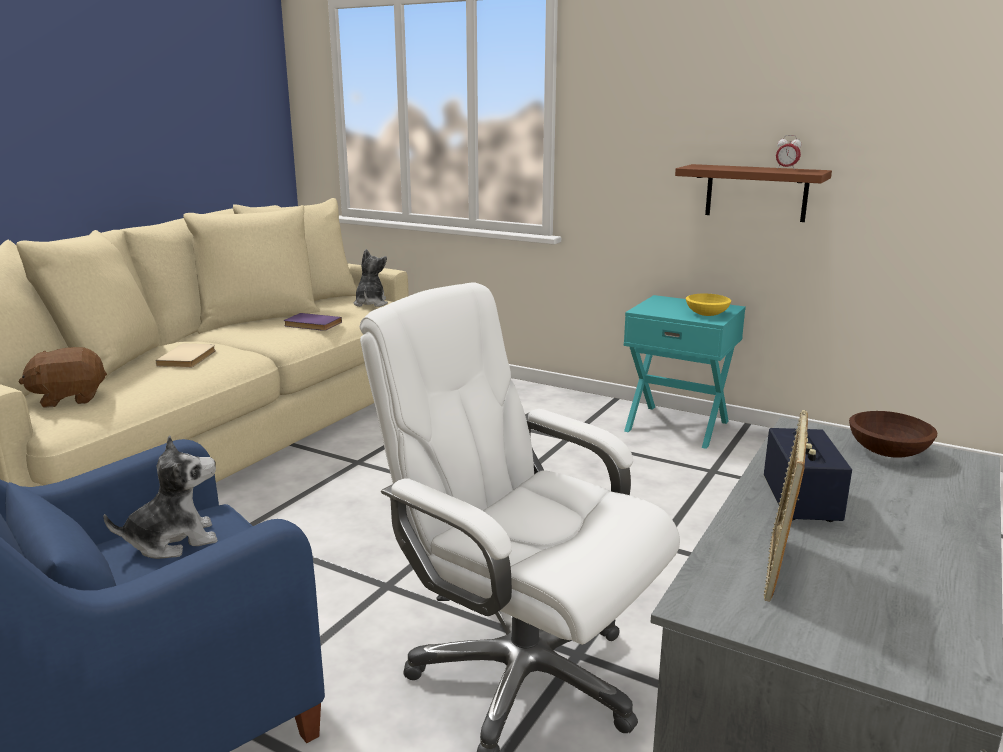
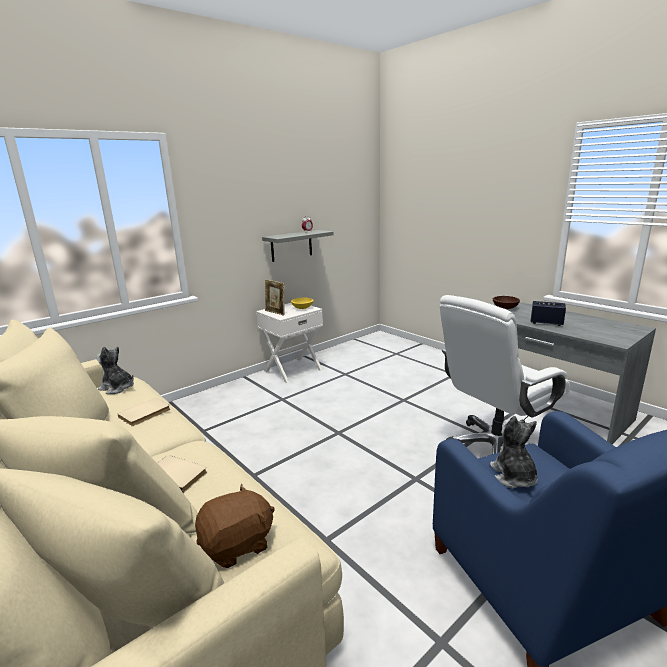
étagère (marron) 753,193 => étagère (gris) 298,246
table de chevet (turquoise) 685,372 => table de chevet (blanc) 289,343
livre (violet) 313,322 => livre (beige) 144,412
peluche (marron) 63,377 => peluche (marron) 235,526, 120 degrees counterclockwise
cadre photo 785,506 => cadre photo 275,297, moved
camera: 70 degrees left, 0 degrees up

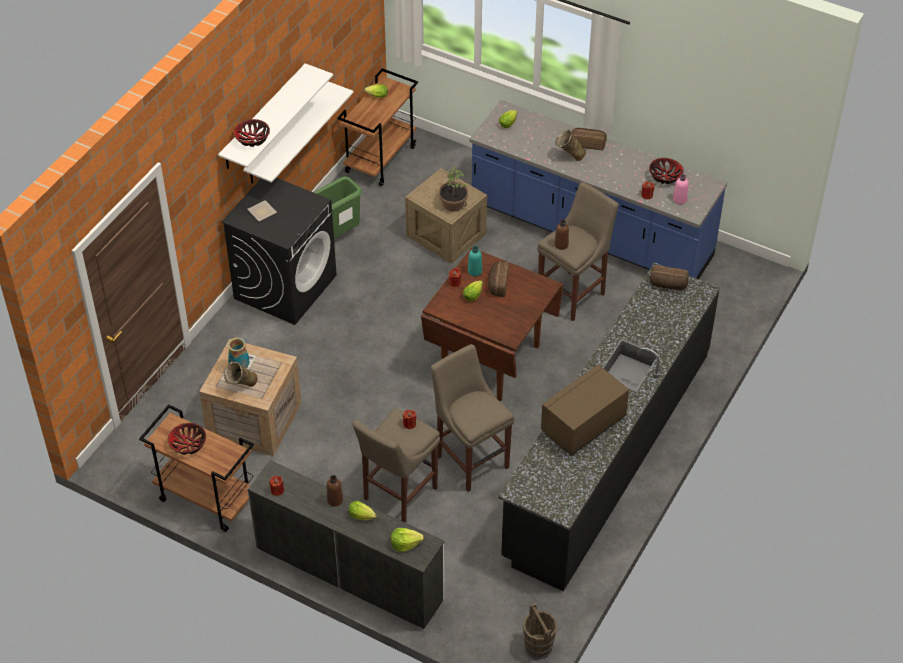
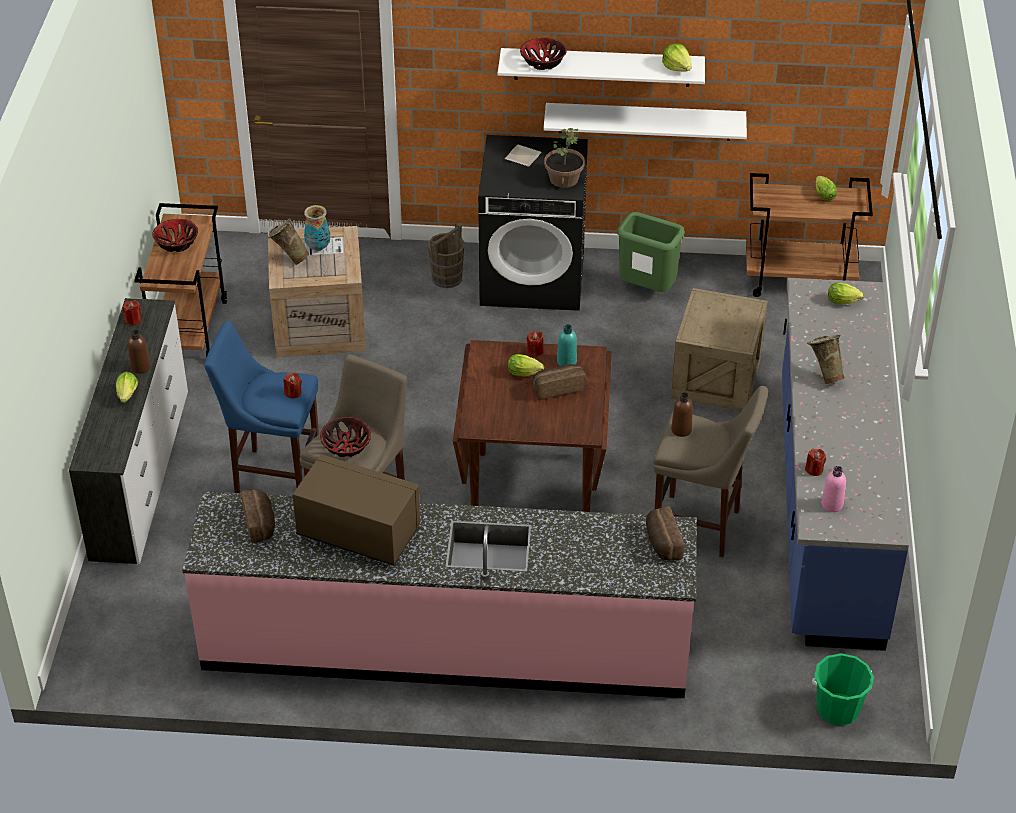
pain 589,139 => pain 258,516, moved
bol 666,171 => bol 345,437, moved
plante en pot 453,189 => plante en pot 564,158, moved
comptoir de cuisine (noir) 609,427 => comptoir de cuisine (rose) 439,594
tabouret (beige) 396,465 => tabouret (bleu) 261,407
laitue 407,540 => laitue 677,57, moved
seau (marron) 540,631 => seau (marron) 446,255, moved
nothing => seau (vert) 843,689
camera: 65 degrees right, 5 degrees down

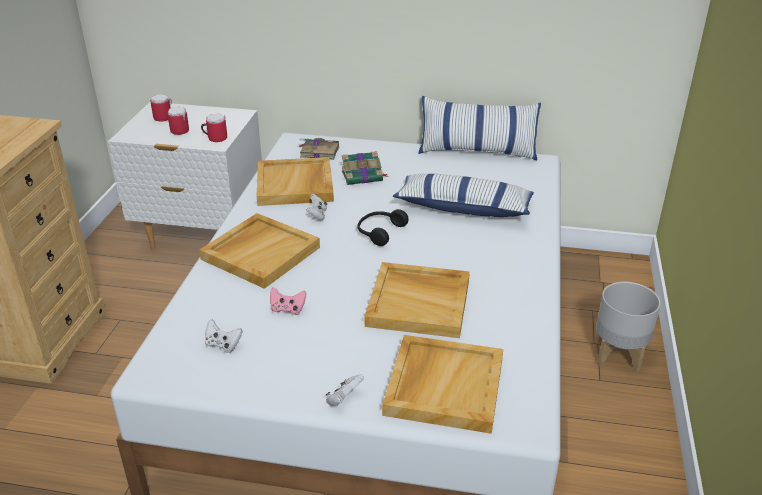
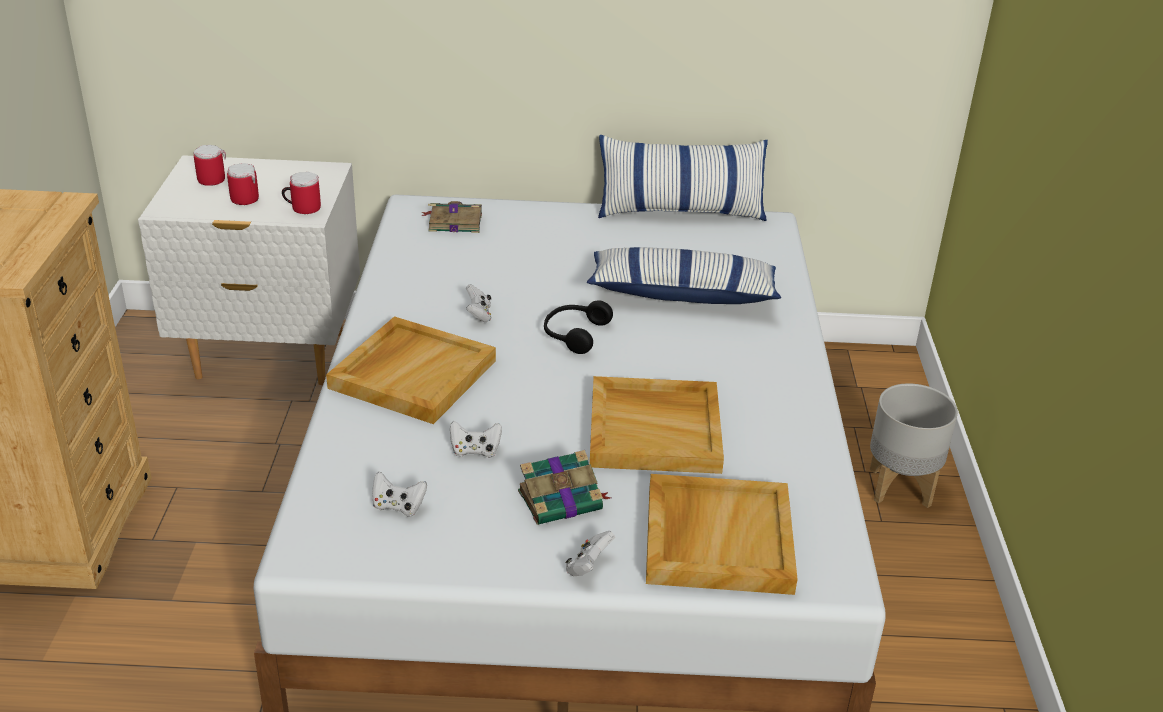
livre 365,168 => livre 564,487, moved
plateau (beige) 295,181 => nothing
manette (rose) 288,301 => manette (blanc) 476,439
camera: 10 degrees left, 0 degrees up

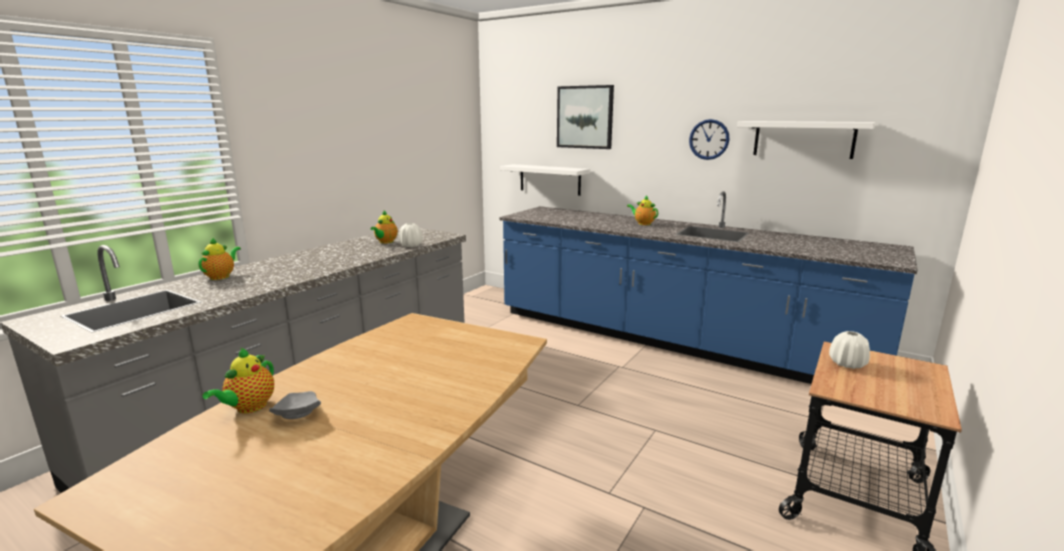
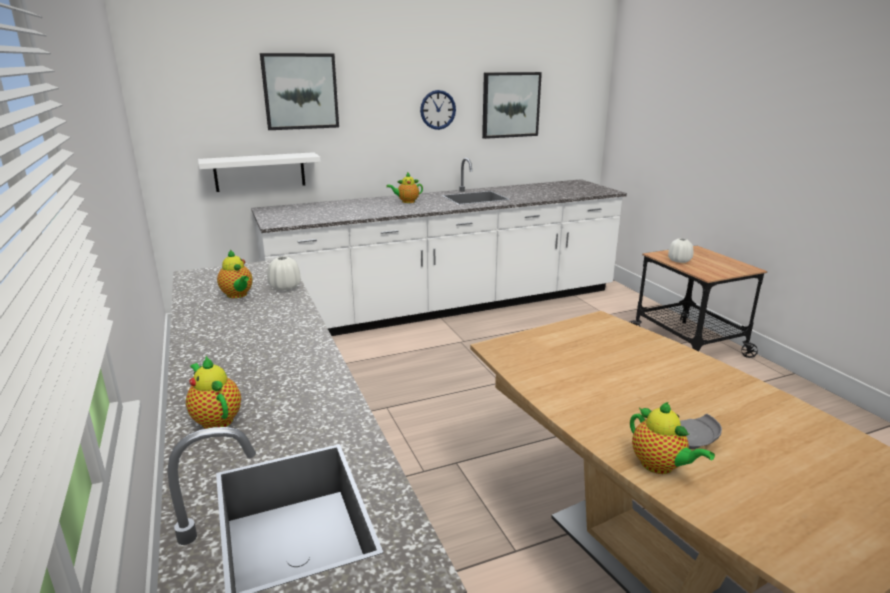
étagère (blanc) 806,140 => tableau 512,105
comptoir de cuisine (bleu) 708,287 => comptoir de cuisine (blanc) 439,247
camera: 55 degrees left, 5 degrees up

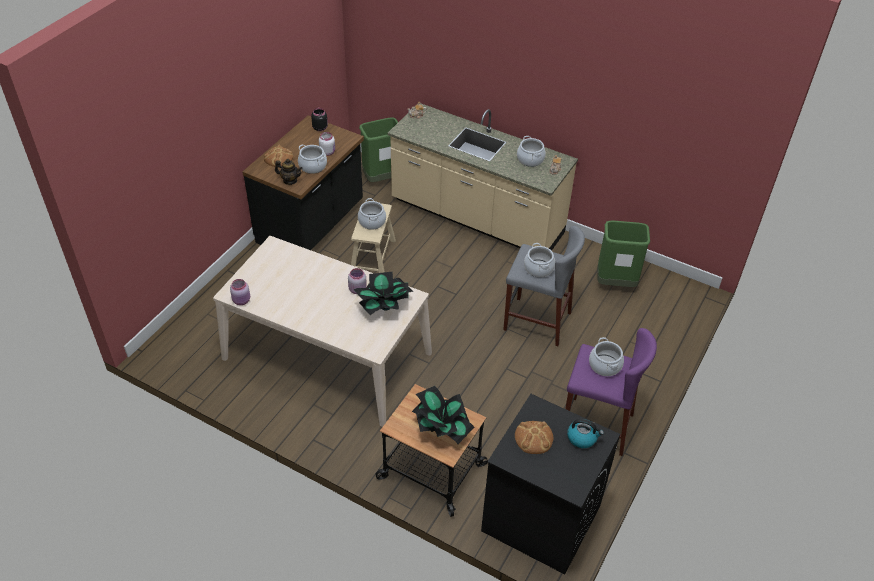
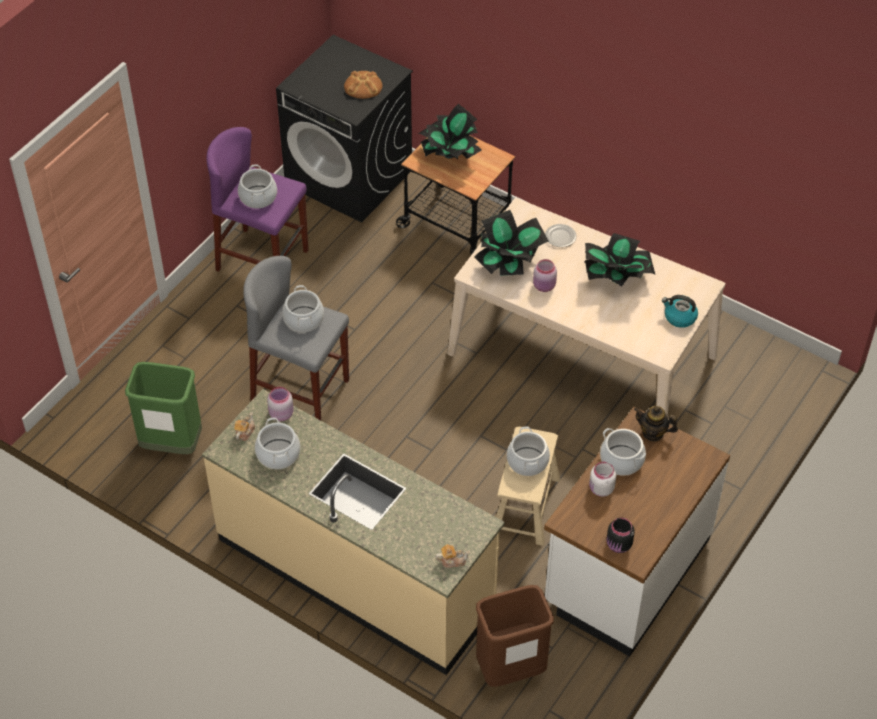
comptoir de cuisine (noir) 303,182 => comptoir de cuisine (blanc) 637,532
poubelle (vert) 378,150 => poubelle (marron) 515,636
pain 278,156 => nothing
bocal (rose) 240,292 => bocal (rose) 280,404, moved
bouilloire 585,433 => bouilloire 680,311, moved
nothing => assiette 561,235
nothing => plante en pot 620,259
camera: 175 degrees left, 5 degrees up

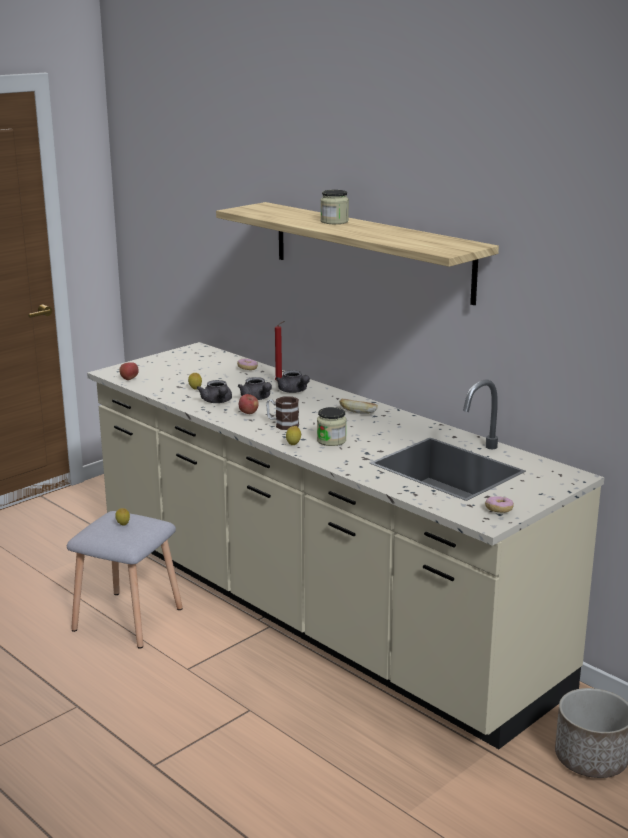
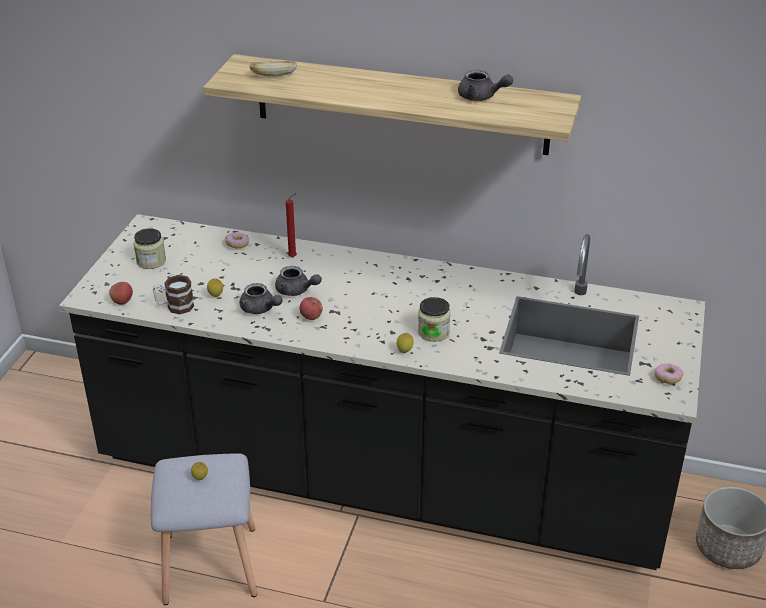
bocal 334,207 => bocal 150,248, moved
comptoir de cuisine (beige) 345,545 => comptoir de cuisine (noir) 382,392
théière (gris) 293,381 => théière (gris) 485,85, moved
mug 282,413 => mug 173,294, moved
pain 358,406 => pain 273,69, moved
camera: 30 degrees left, 15 degrees up

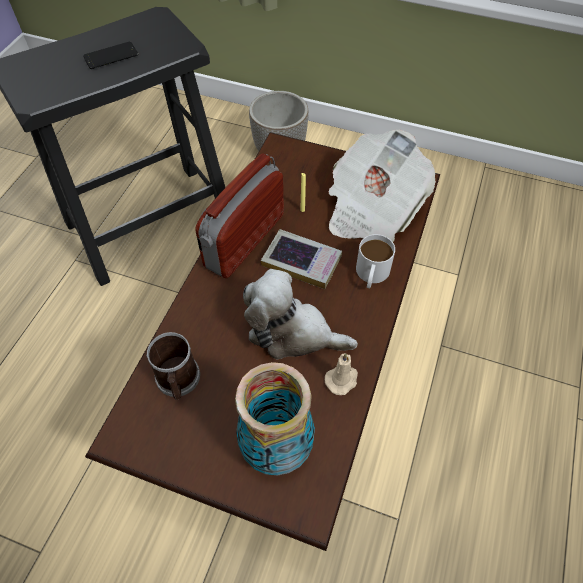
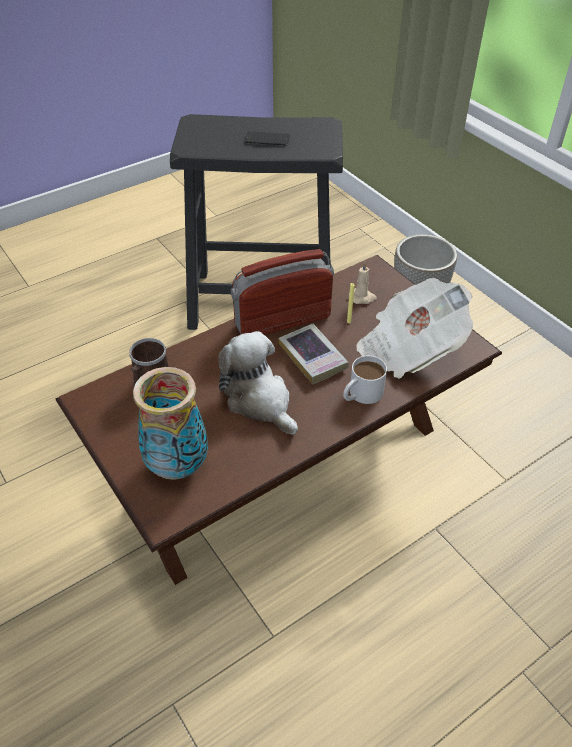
bougie (beige) 341,374 => bougie (beige) 365,283, moved
camera: 35 degrees right, 10 degrees down

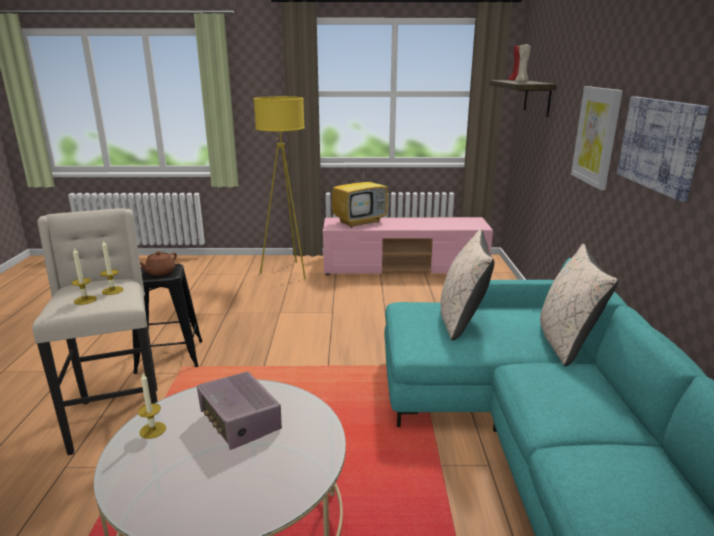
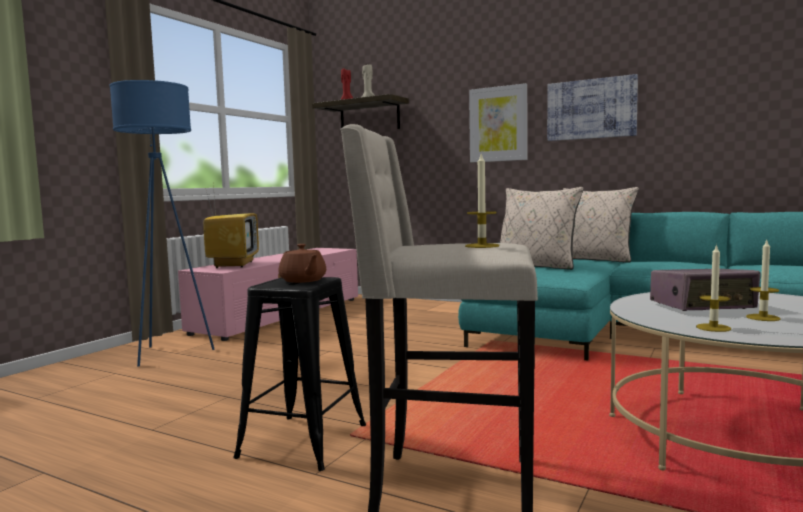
lampadaire (jaune) 279,187 => lampadaire (bleu) 162,223
bougie 112,267 => bougie 763,280, moved
camera: 60 degrees left, 15 degrees down

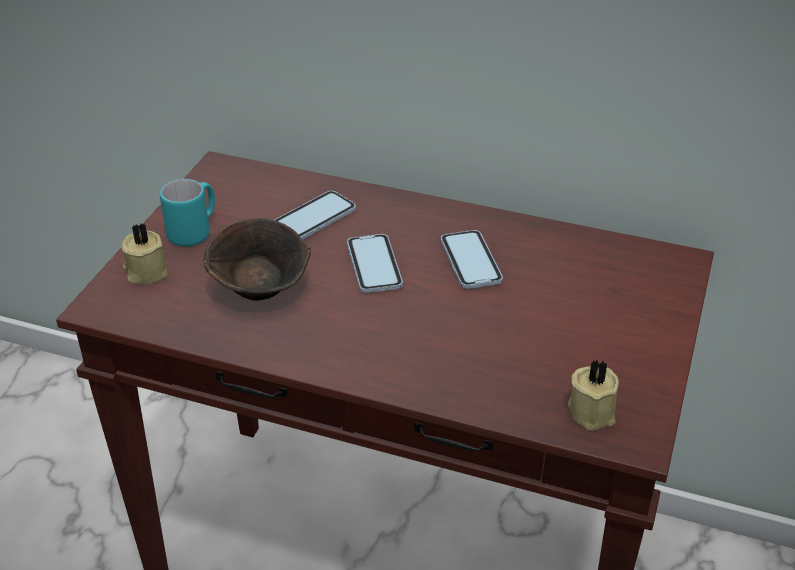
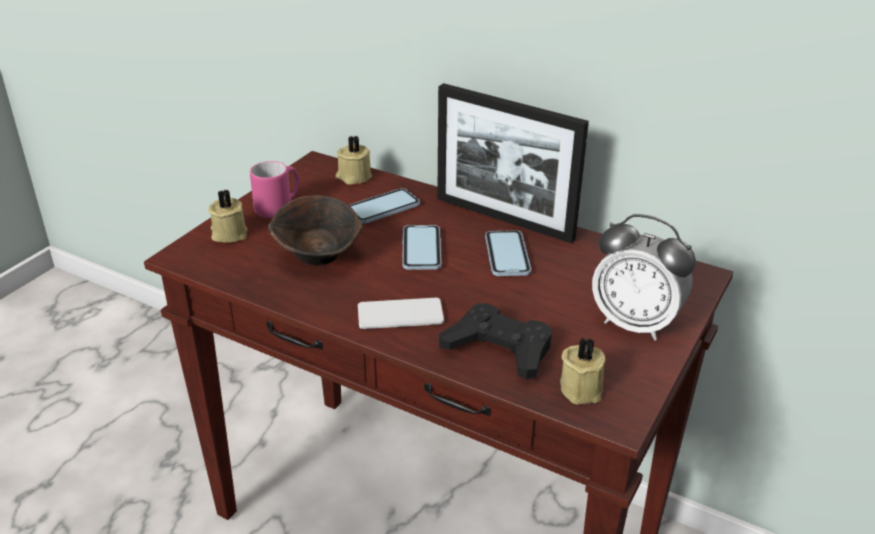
mug (turquoise) 187,213 => mug (rose) 275,190
nothing => cadre photo 513,163
nothing => bougie (beige) 353,160
nothing => réveil 644,277
nothing => téléphone 401,313
nothing => manette (noir) 495,341
camera: 10 degrees right, 5 degrees down

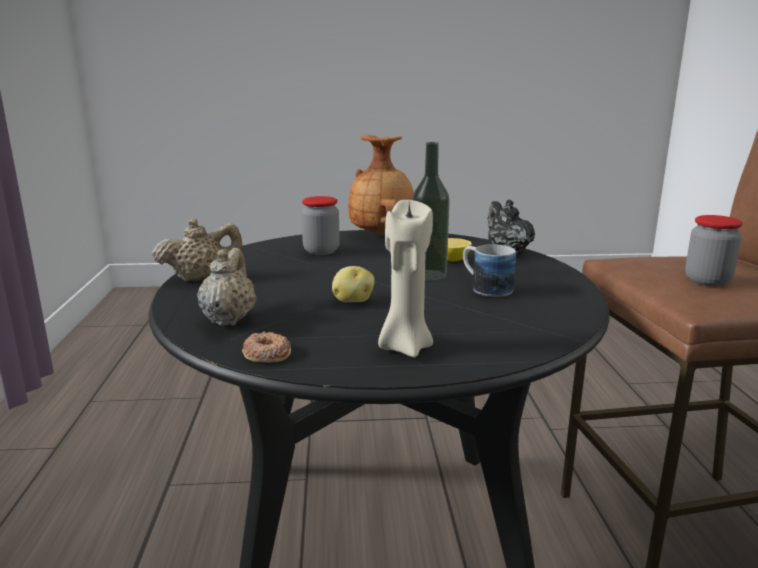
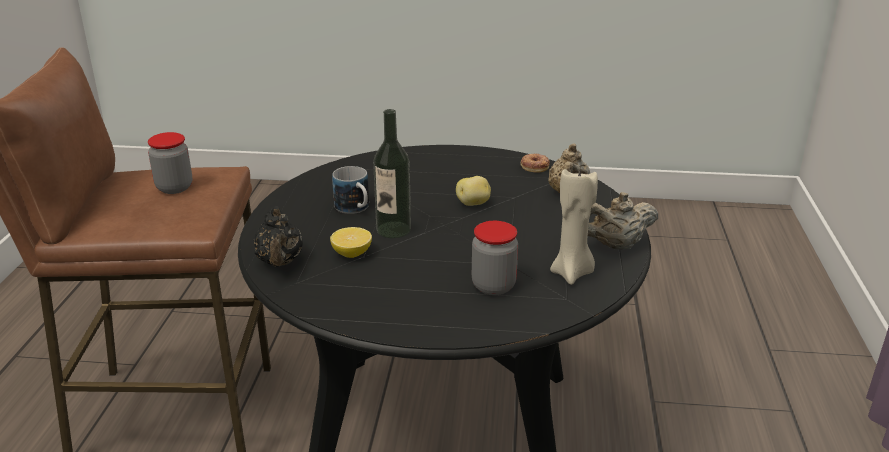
vase (marron) 381,185 => nothing
bougie (beige) 405,278 => bougie (beige) 574,227, moved
camera: 170 degrees left, 10 degrees up

